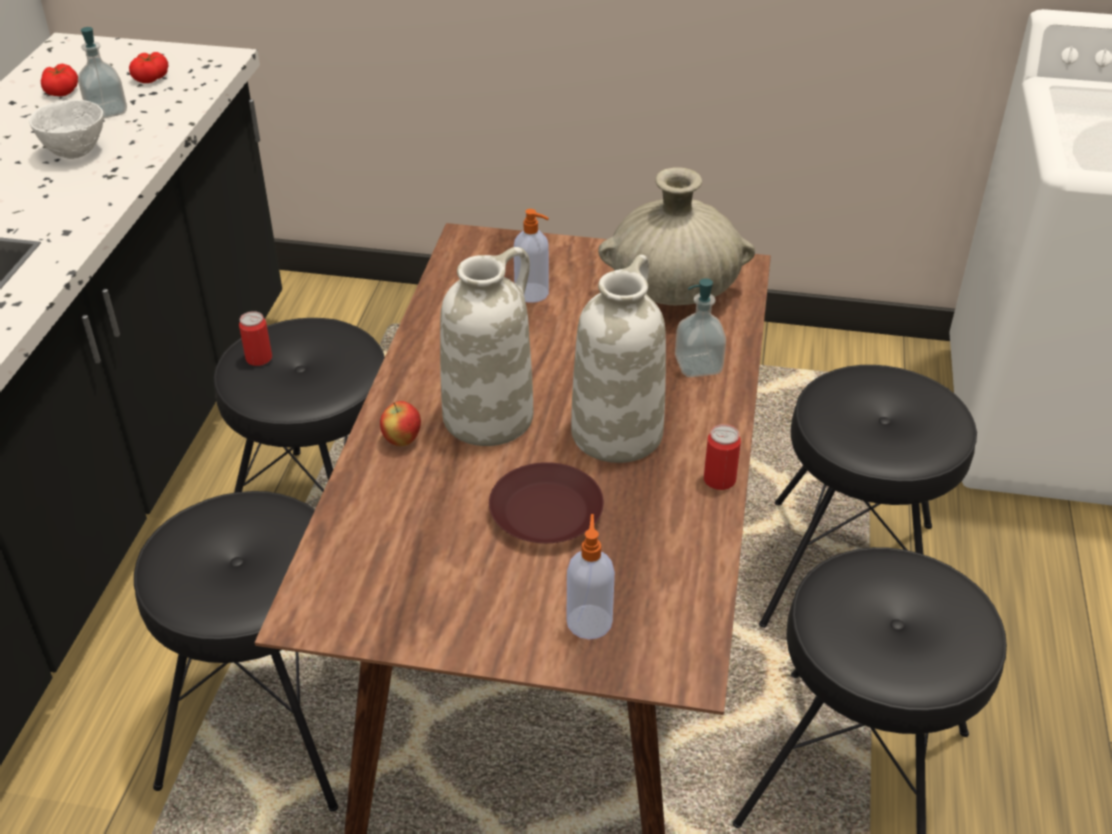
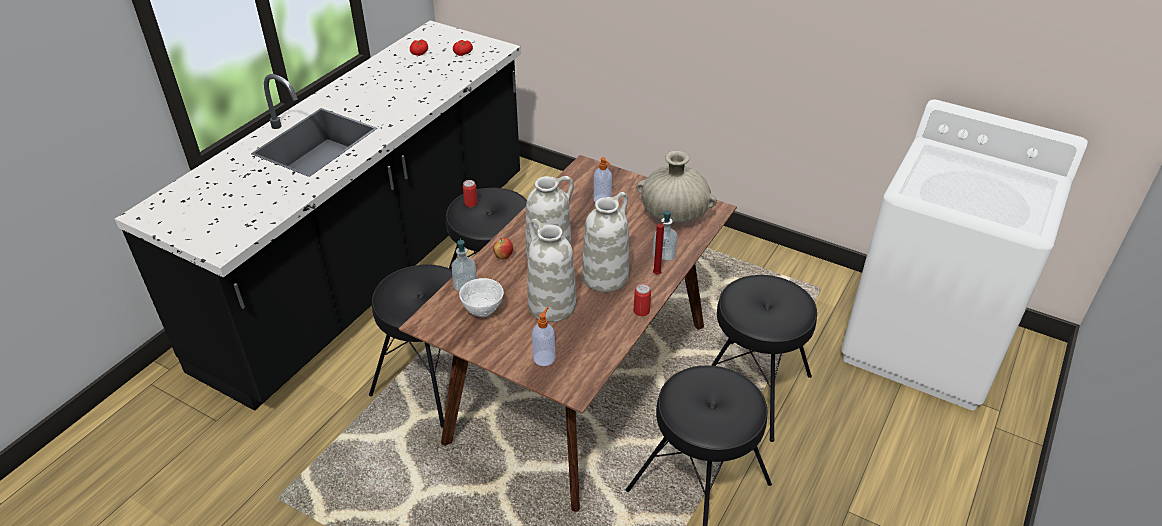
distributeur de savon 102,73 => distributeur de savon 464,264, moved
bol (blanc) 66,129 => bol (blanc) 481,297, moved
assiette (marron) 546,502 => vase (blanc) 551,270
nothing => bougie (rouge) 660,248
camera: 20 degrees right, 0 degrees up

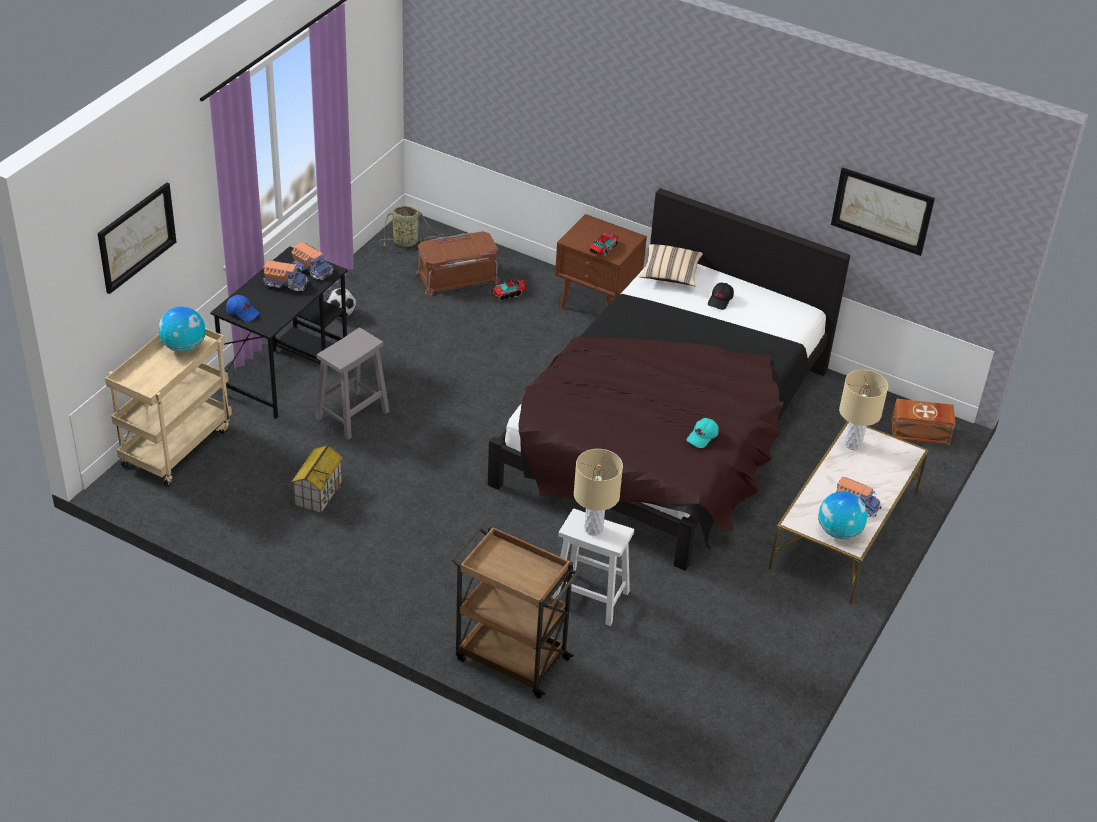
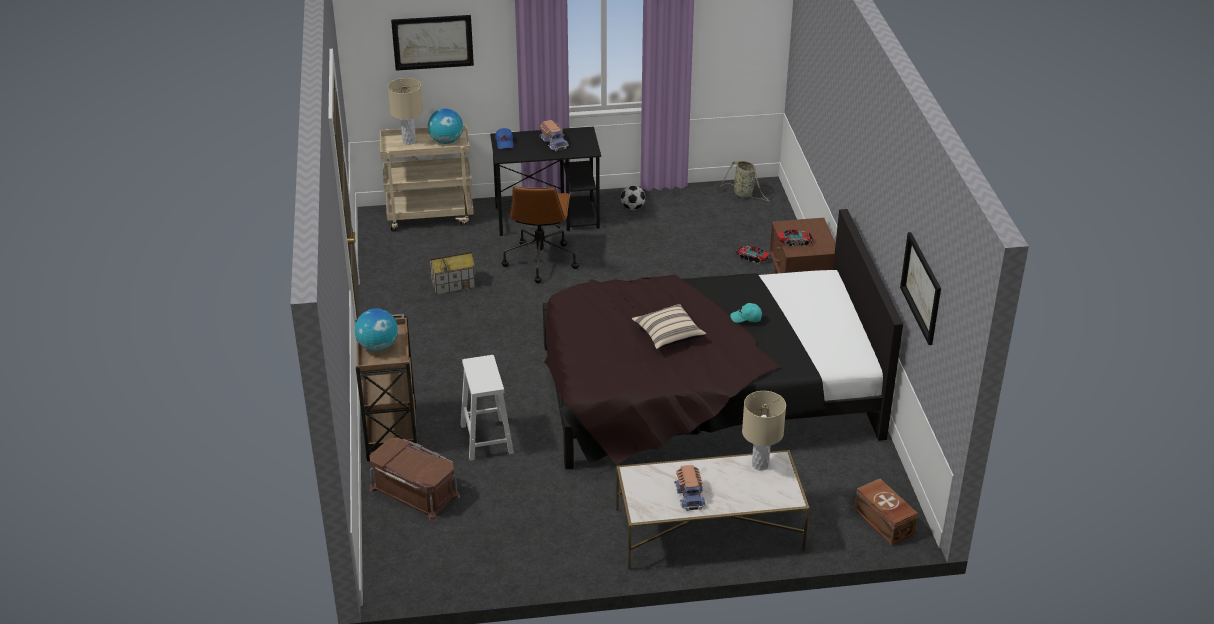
boîte de rangement (marron) 458,263 => boîte de rangement (marron) 414,479, moved
camion jouet 312,261 => nothing
coussin (beige) 671,265 => coussin (beige) 669,326, moved
casquette (noir) 721,296 => nothing
tabouret (gris) 353,384 => chaise de bureau (marron) 540,234
casquette (turquoise) 703,433 => casquette (turquoise) 746,313, moved
lampe de table (beige) 598,492 => lampe de table (beige) 405,111, moved
globe 842,515 => globe 376,329, moved
camera: 55 degrees right, 5 degrees down

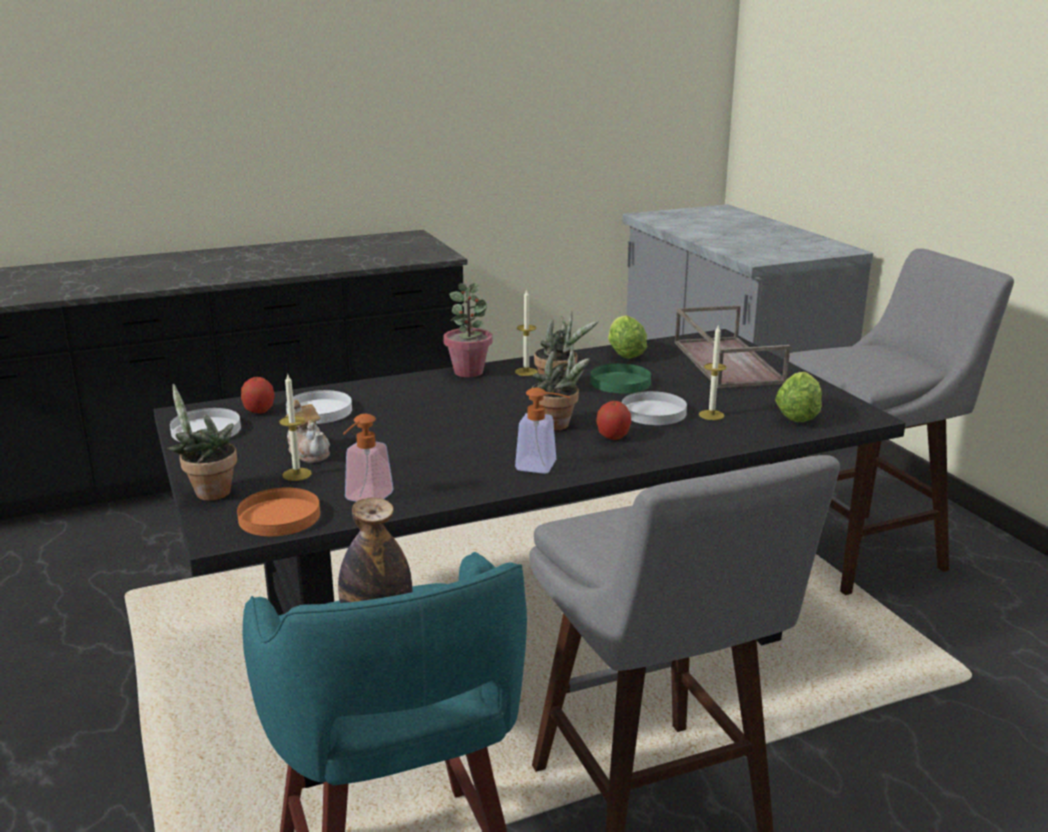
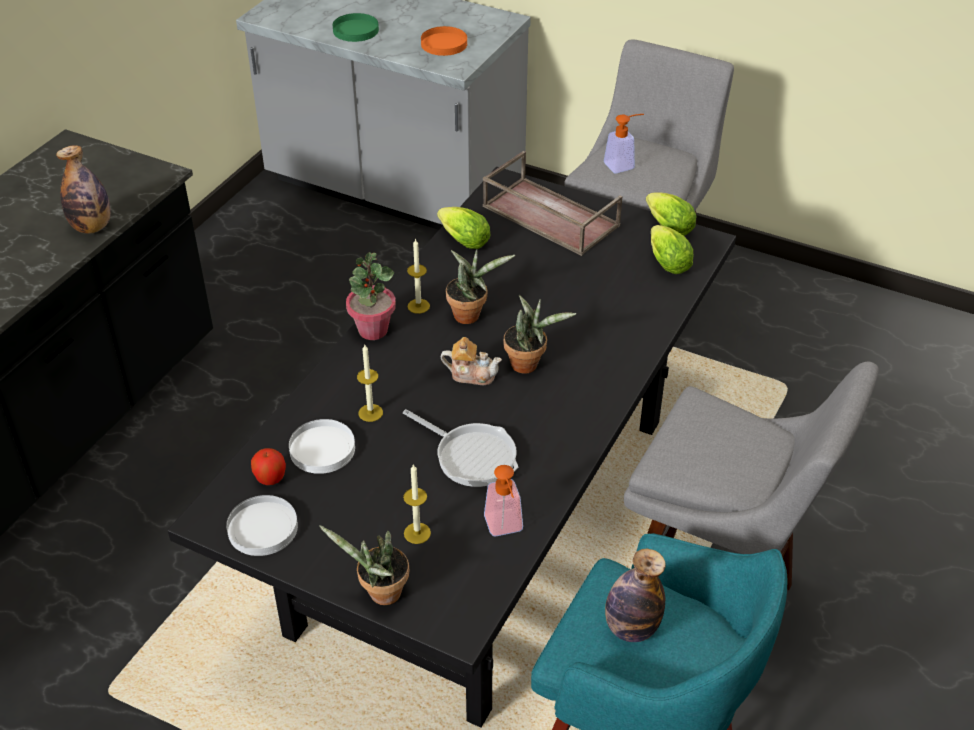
bougie 712,372 => bougie 370,383, moved
assiette (vert) 621,378 => assiette (vert) 356,27, moved
distributeur de savon 542,431 => distributeur de savon 624,143, moved
assiette (blanc) 654,408 => nothing
théière 308,431 => théière 471,361, moved
pomme 613,420 => nothing
assiette (orange) 278,512 => assiette (orange) 444,41, moved
nothing => bouteille 83,189
nothing => laitue 671,214
nothing => poêle 460,448
camera: 40 degrees left, 20 degrees up

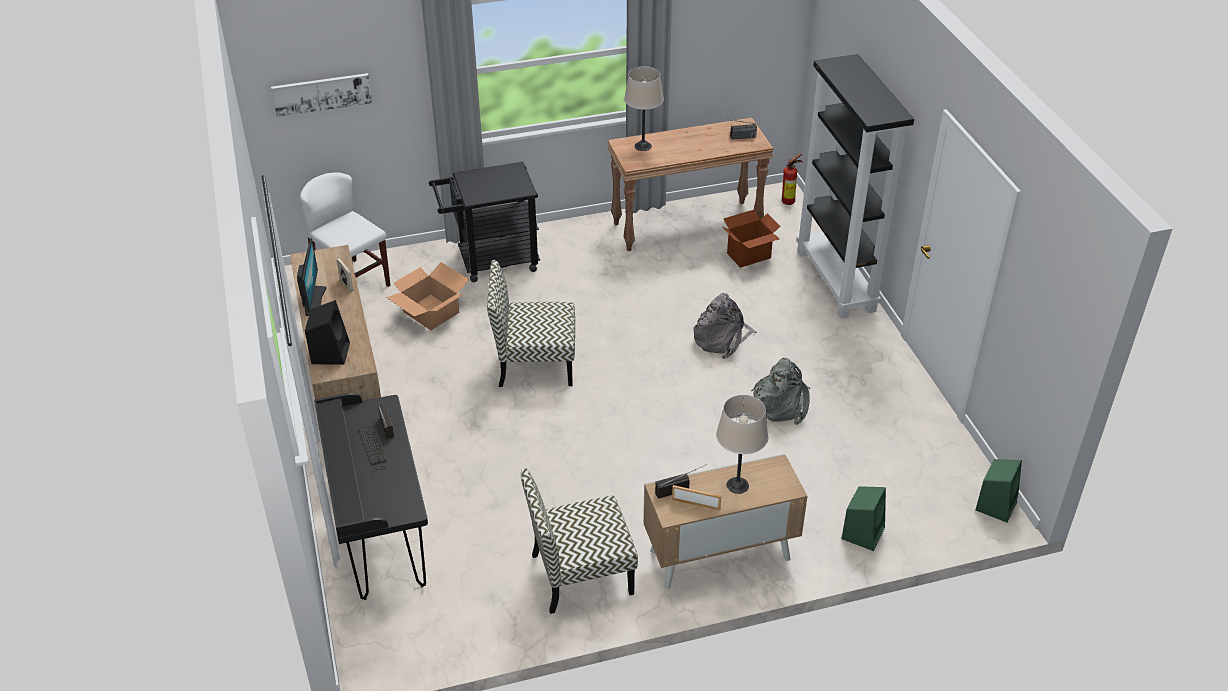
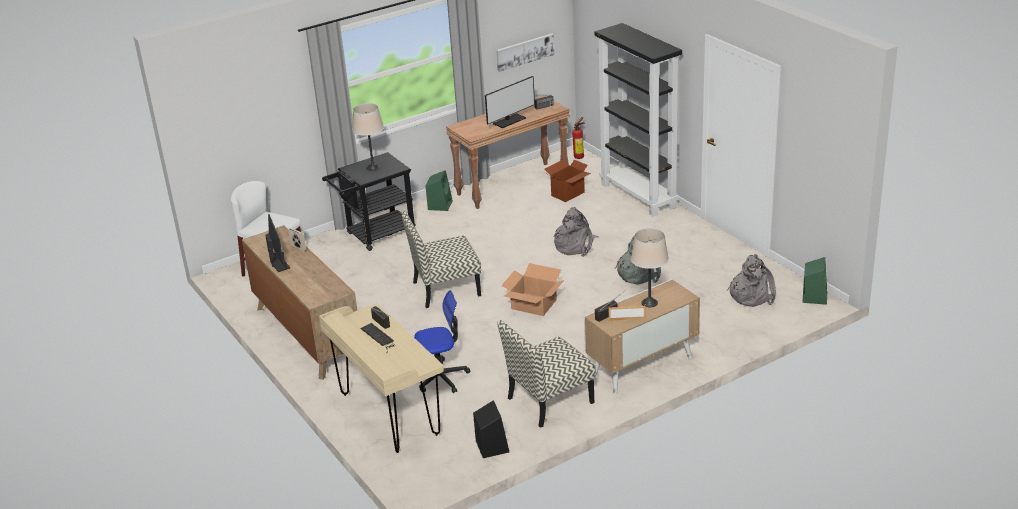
lampe de table (beige) 644,109 => lampe de table (beige) 368,137, moved
tableau 321,95 => tableau 525,53, moved
carton 427,296 => carton 532,289, moved
enceinte (noir) 327,332 => enceinte (noir) 491,429, moved
bureau (noir) 371,496 => bureau (beige) 381,378
enceinte (vert) 864,518 => enceinte (vert) 439,190, moved
nothing => écran d'ordinateur 510,102
nothing => sac à dos (gris) 751,280
nothing => chaise de bureau 442,341
camera: 15 degrees left, 10 degrees down

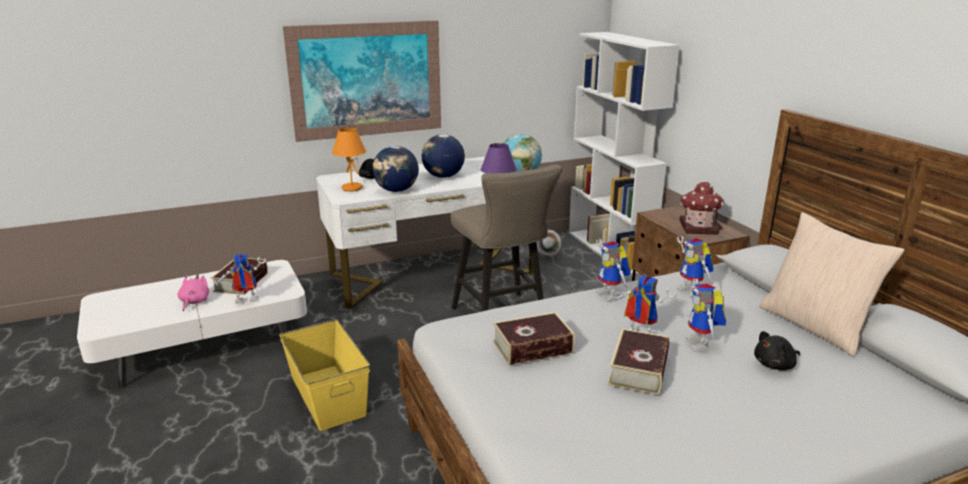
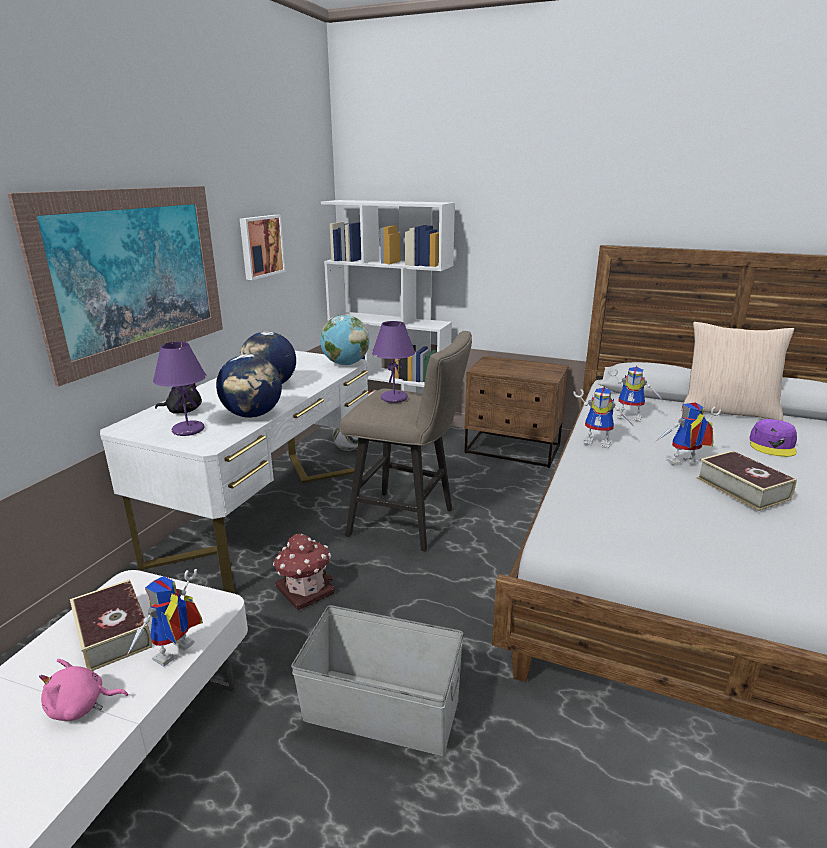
lampe de table (orange) 349,160 => lampe de table (violet) 179,389
maison miniature 702,208 => maison miniature 304,571, moved
peluche (rose) 193,292 => peluche (rose) 83,690, 60 degrees counterclockwise
robot jouet 706,315 => nothing
livre 534,338 => nothing
boîte de rangement (jaune) 324,375 => boîte de rangement (gris) 377,680
peluche (noir) 777,350 => casquette (violet) 773,438
nothing => tableau 263,247
camera: 45 degrees left, 0 degrees up

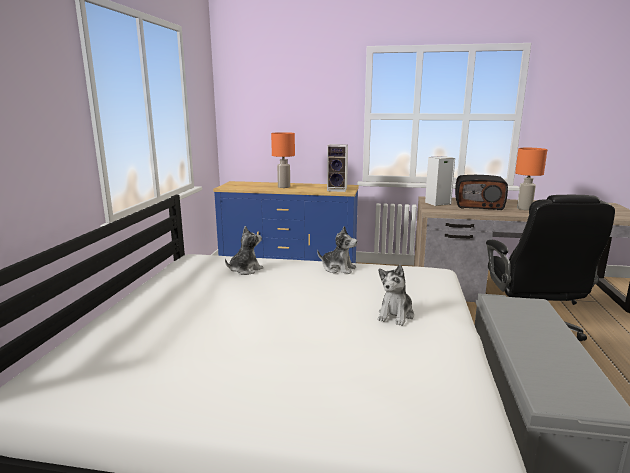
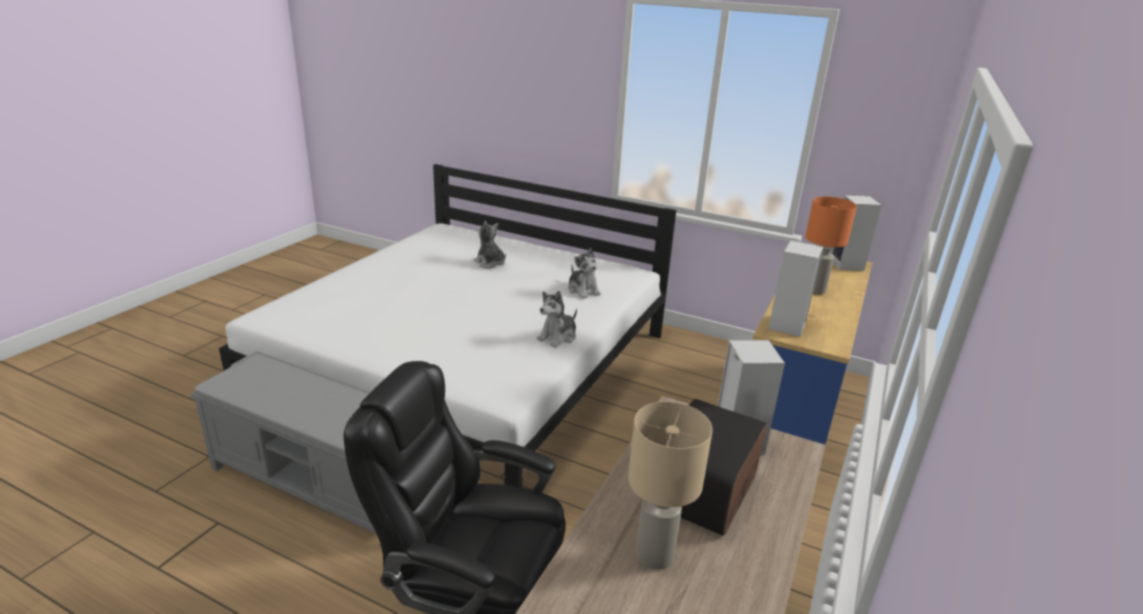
lampe de table (orange) 531,179 => lampe de table (beige) 670,486
peluche 396,295 => peluche 489,244, moved
nothing => enceinte 856,233
camera: 105 degrees right, 10 degrees up

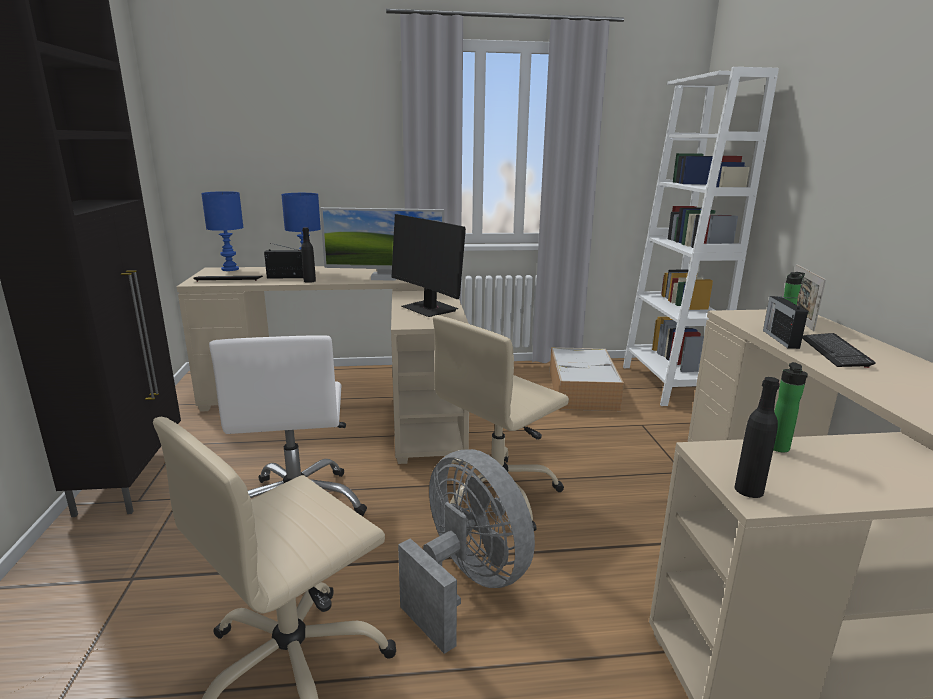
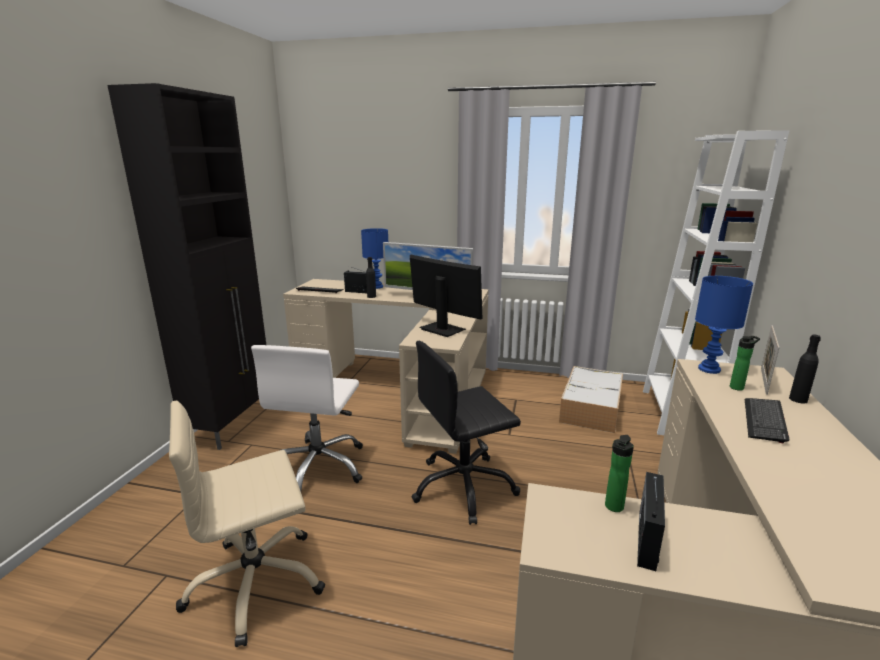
lampe de table (bleu) 222,231 => lampe de table (bleu) 724,325, moved
écran d'ordinateur 428,265 => écran d'ordinateur 446,296, 150 degrees clockwise
radio 785,322 => radio 651,521, moved
chaise de bureau (beige) 501,423 => chaise de bureau (noir) 466,433
bouteille (noir) 757,437 => bouteille (noir) 805,369, moved
ventilateur (gris) 466,551 => nothing
camera: 20 degrees right, 0 degrees up

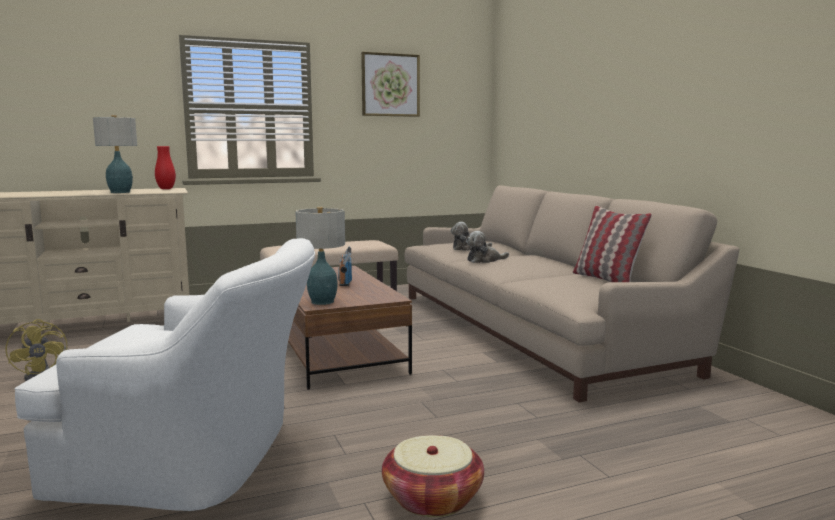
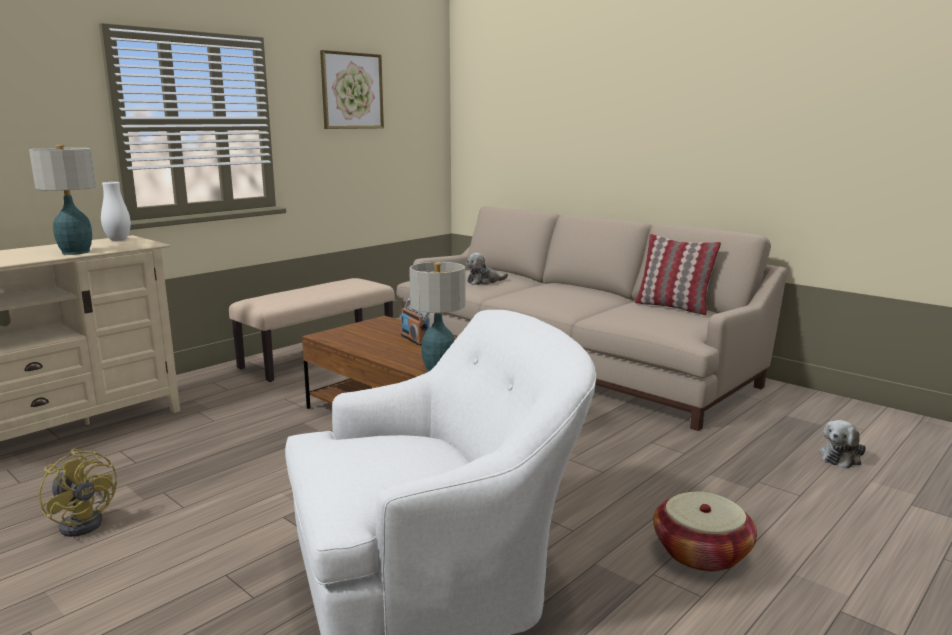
vase (rouge) 165,167 => vase (blanc) 116,211
peluche 487,247 => peluche 843,444, moved
camera: 25 degrees left, 5 degrees up

